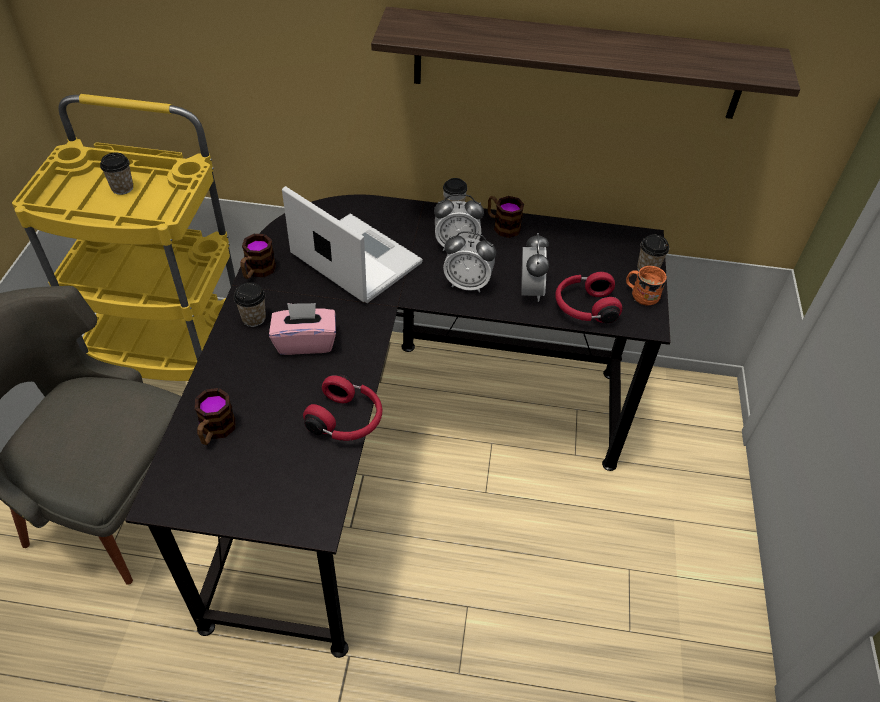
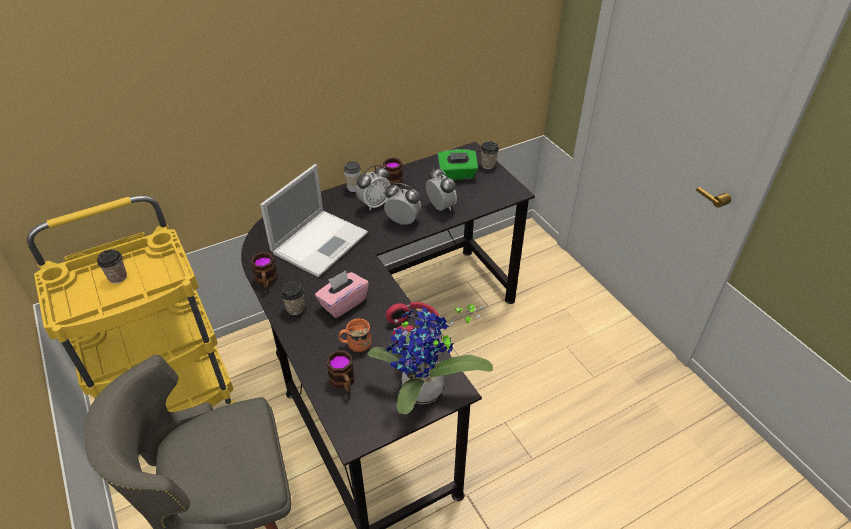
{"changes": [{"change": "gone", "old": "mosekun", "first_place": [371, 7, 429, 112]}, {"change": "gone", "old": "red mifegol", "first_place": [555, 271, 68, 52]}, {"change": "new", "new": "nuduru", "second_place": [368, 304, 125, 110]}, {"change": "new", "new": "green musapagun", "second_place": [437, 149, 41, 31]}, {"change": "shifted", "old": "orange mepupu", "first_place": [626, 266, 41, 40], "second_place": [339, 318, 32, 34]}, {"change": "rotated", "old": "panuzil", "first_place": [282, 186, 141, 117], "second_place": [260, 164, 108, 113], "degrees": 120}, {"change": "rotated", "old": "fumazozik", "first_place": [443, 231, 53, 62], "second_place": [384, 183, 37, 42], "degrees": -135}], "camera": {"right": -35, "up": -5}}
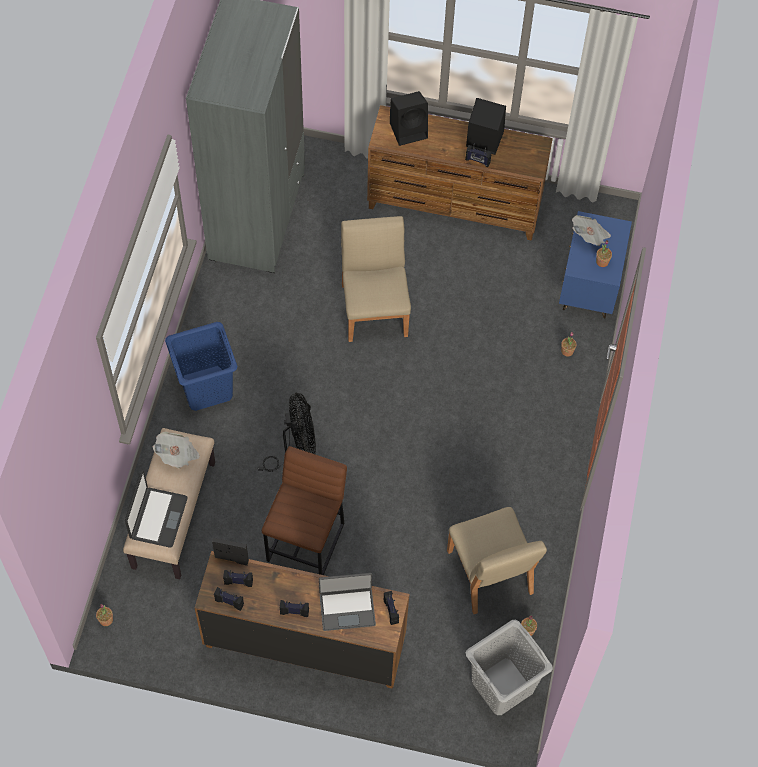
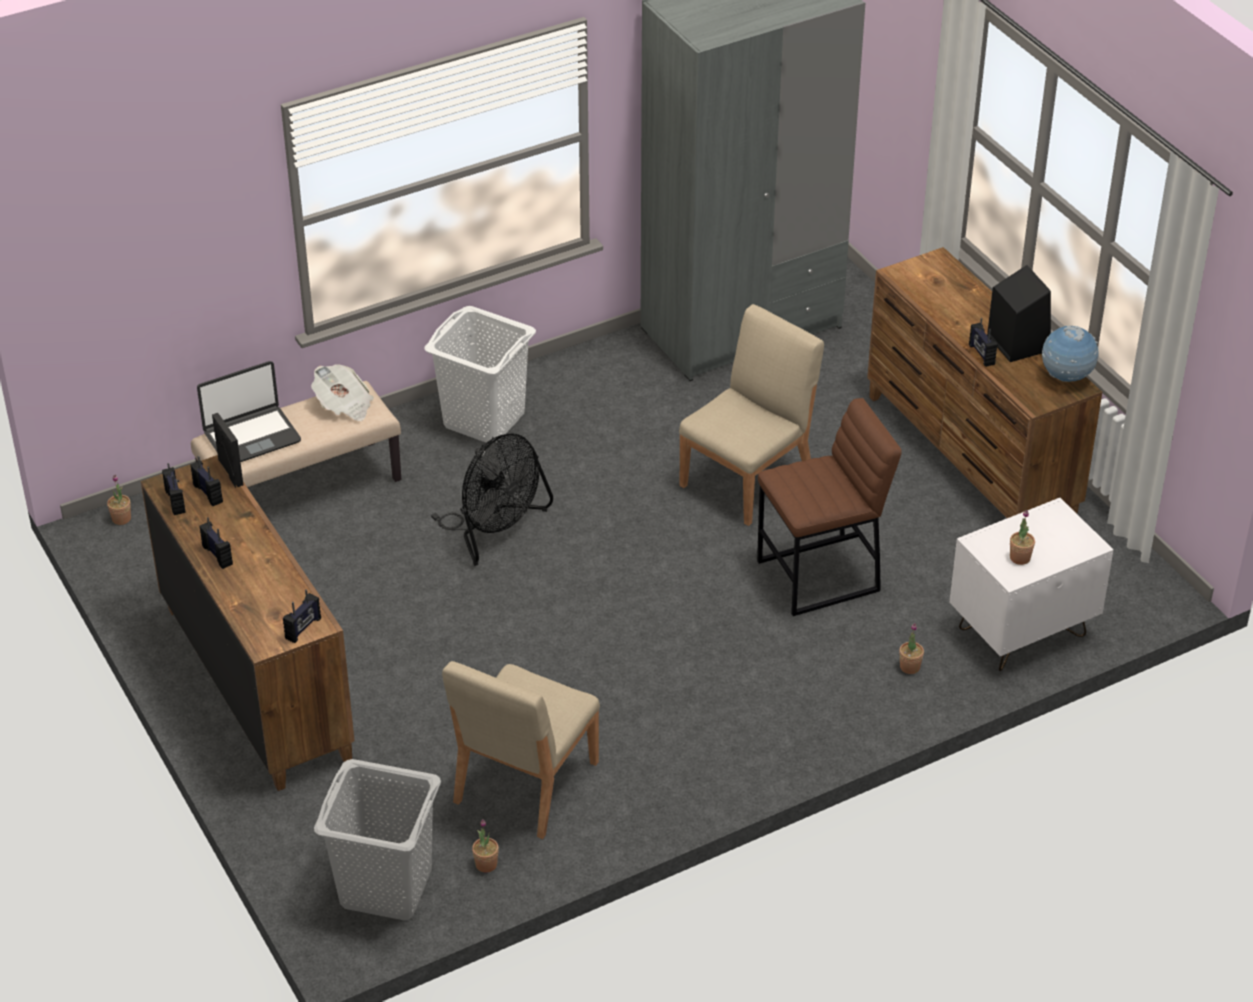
{"changes": [{"change": "gone", "old": "panuzil", "first_place": [319, 573, 57, 58]}, {"change": "gone", "old": "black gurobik", "first_place": [390, 91, 38, 55]}, {"change": "gone", "old": "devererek", "first_place": [572, 215, 39, 31]}, {"change": "new", "new": "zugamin", "second_place": [1042, 325, 56, 57]}, {"change": "shifted", "old": "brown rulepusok", "first_place": [262, 446, 85, 129], "second_place": [757, 398, 145, 218]}, {"change": "repainted", "old": "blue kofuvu", "new": "white kofuvu", "first_place": [165, 322, 72, 89], "second_place": [424, 306, 112, 138]}, {"change": "repainted", "old": "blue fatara", "new": "white fatara", "first_place": [559, 211, 73, 108], "second_place": [949, 498, 164, 173]}], "camera": {"right": 50, "up": -20}}
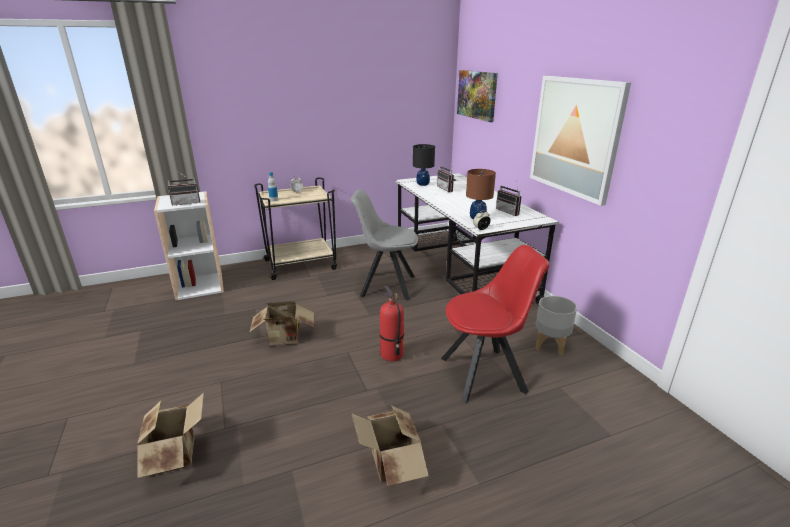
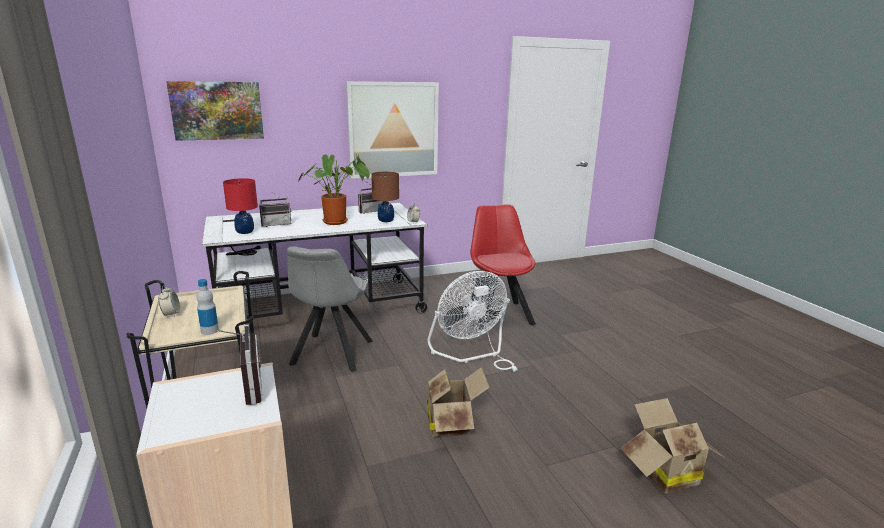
{"changes": [{"change": "gone", "old": "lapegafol", "first_place": [351, 405, 78, 81]}, {"change": "gone", "old": "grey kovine", "first_place": [535, 296, 42, 60]}, {"change": "new", "new": "nuduru", "second_place": [298, 154, 72, 71]}, {"change": "swapped", "old": "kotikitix", "new": "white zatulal", "first_place": [380, 286, 24, 75], "second_place": [428, 271, 89, 101]}, {"change": "repainted", "old": "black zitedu", "new": "red zitedu", "first_place": [413, 144, 22, 42], "second_place": [223, 178, 35, 56]}], "camera": {"right": -90, "up": -5}}
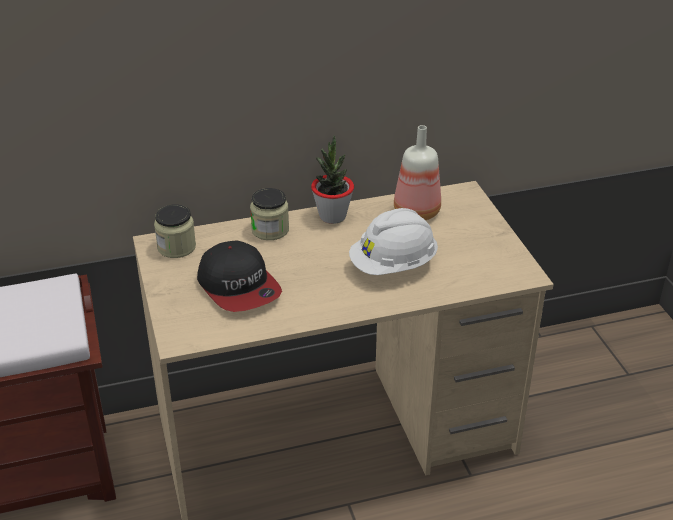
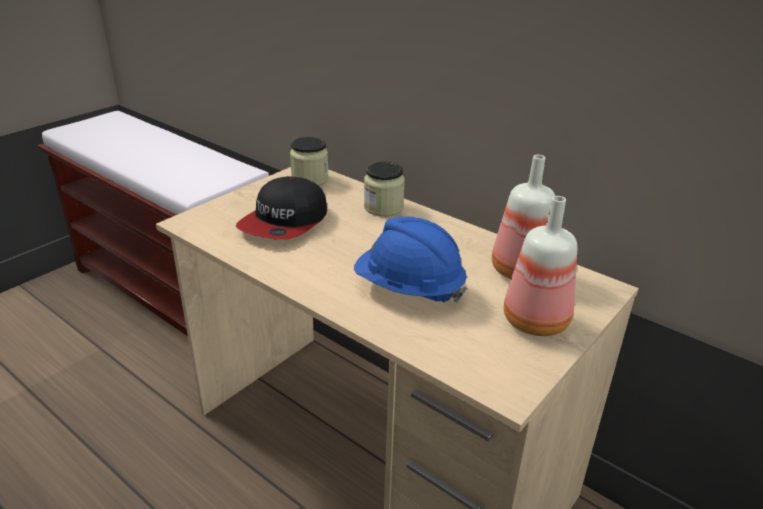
{"changes": [{"change": "gone", "old": "nuduru", "first_place": [311, 135, 43, 89]}, {"change": "new", "new": "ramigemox", "second_place": [504, 196, 73, 140]}, {"change": "repainted", "old": "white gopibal", "new": "blue gopibal", "first_place": [349, 208, 89, 67], "second_place": [354, 217, 113, 86]}], "camera": {"right": 55, "up": -5}}
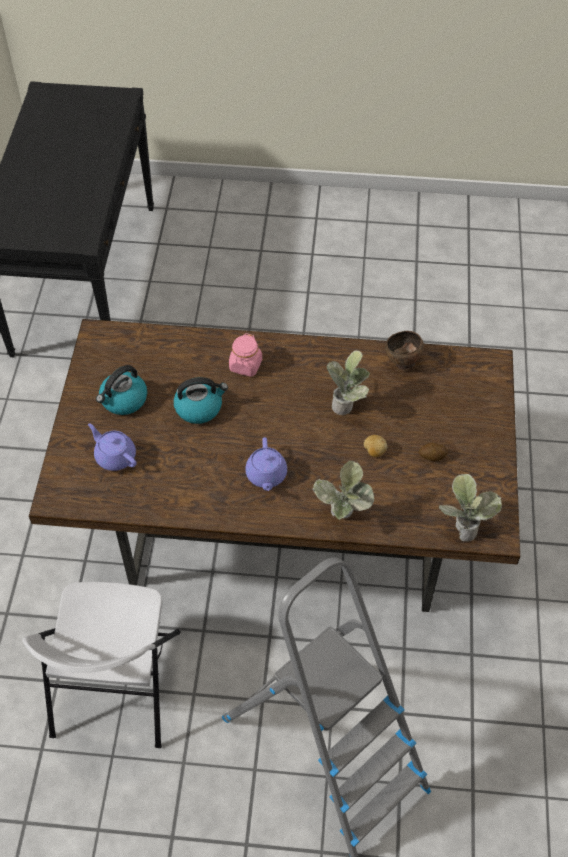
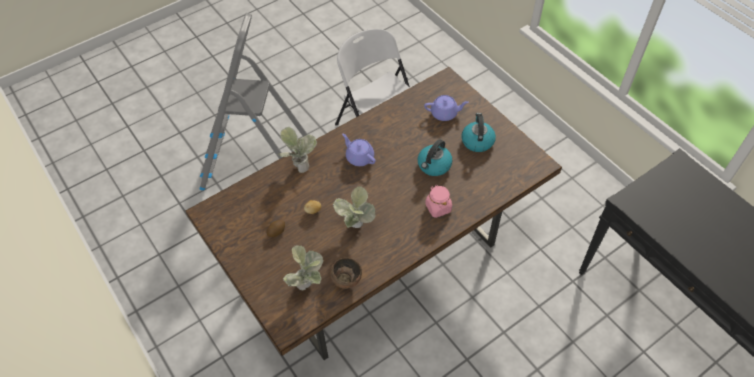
{"changes": [{"change": "shifted", "old": "nuduru", "first_place": [439, 474, 63, 68], "second_place": [283, 245, 40, 45]}], "camera": {"right": 140, "up": 0}}
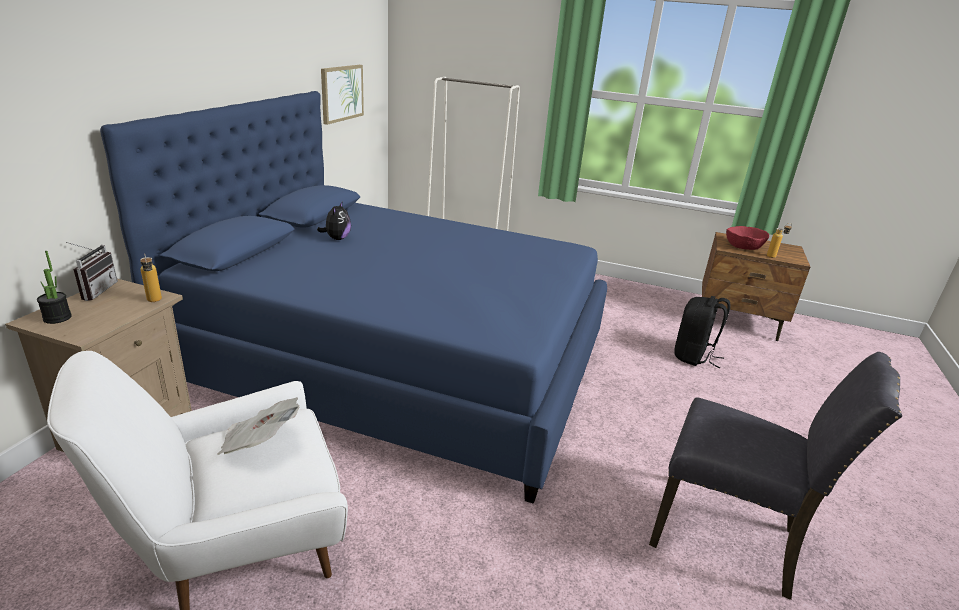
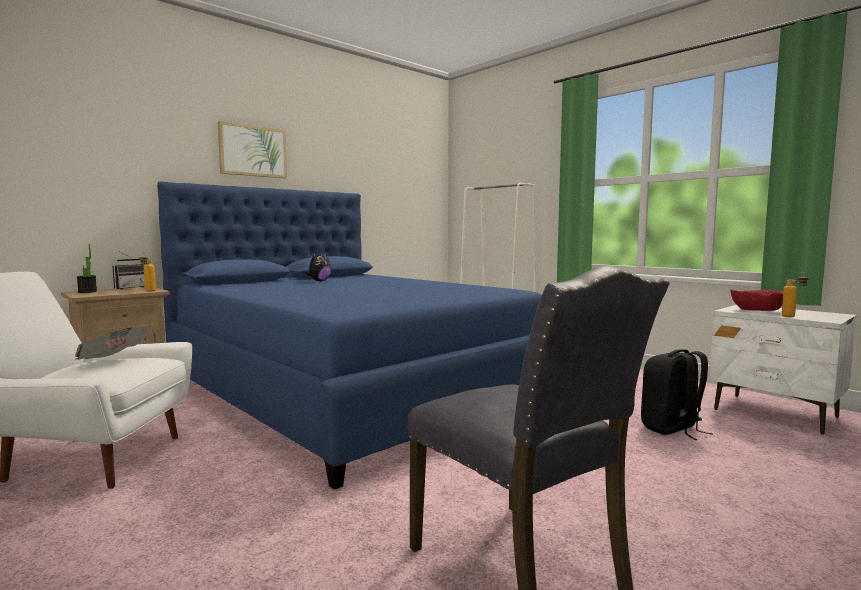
{"changes": [{"change": "shifted", "old": "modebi", "first_place": [321, 65, 43, 60], "second_place": [218, 121, 69, 58]}, {"change": "repainted", "old": "brown fatara", "new": "white fatara", "first_place": [702, 232, 108, 109], "second_place": [709, 305, 148, 130]}], "camera": {"right": 30, "up": -20}}
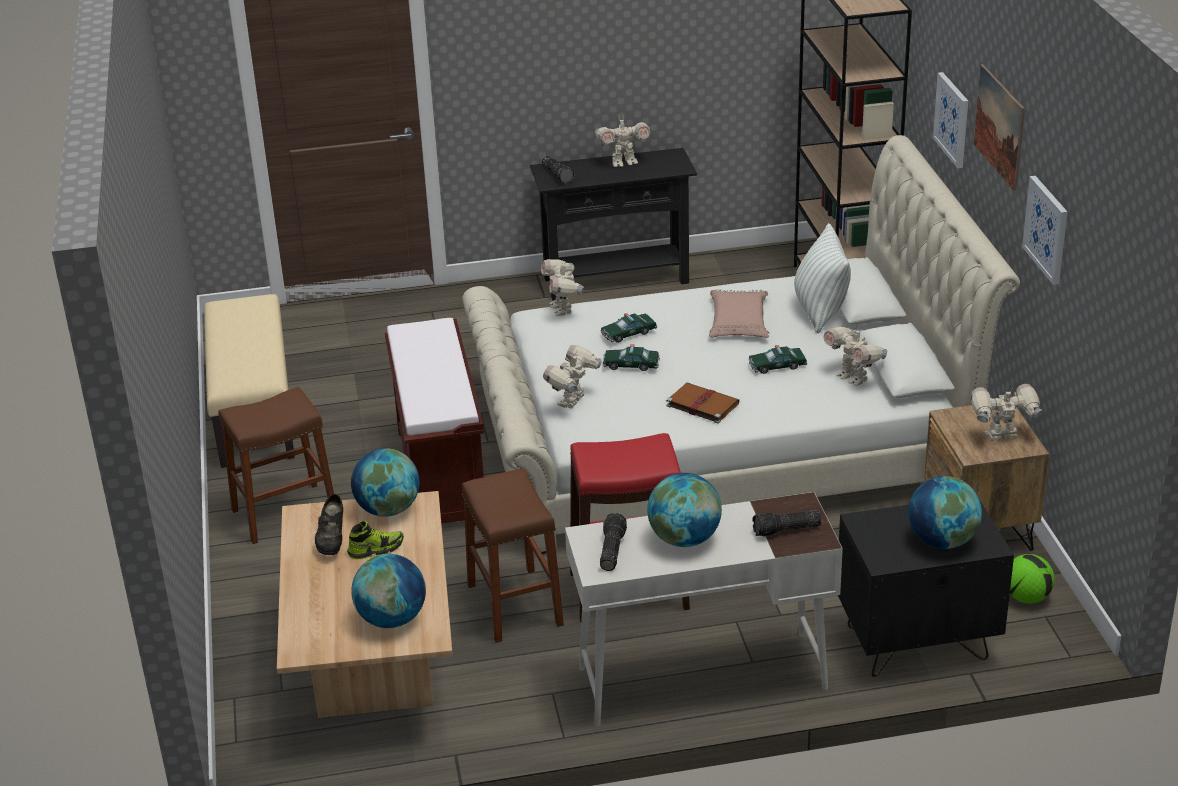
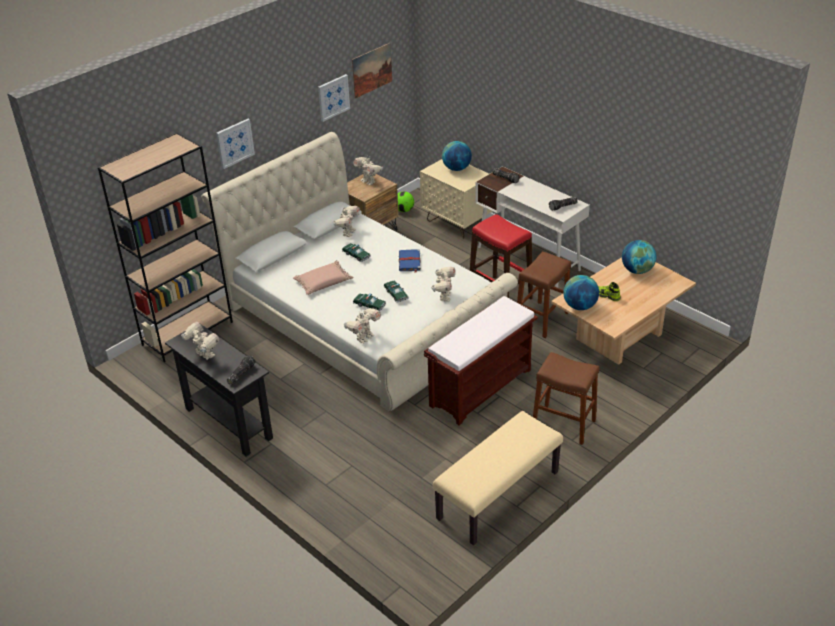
{"changes": [{"change": "gone", "old": "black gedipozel", "first_place": [315, 494, 28, 61]}, {"change": "gone", "old": "zugamin", "first_place": [647, 473, 75, 74]}, {"change": "gone", "old": "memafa", "first_place": [794, 223, 57, 110]}, {"change": "shifted", "old": "modebi", "first_place": [974, 64, 51, 127], "second_place": [352, 43, 40, 56]}, {"change": "repainted", "old": "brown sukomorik", "new": "blue sukomorik", "first_place": [666, 382, 74, 41], "second_place": [399, 249, 22, 24]}, {"change": "repainted", "old": "black fatara", "new": "beige fatara", "first_place": [838, 499, 176, 178], "second_place": [420, 159, 73, 80]}, {"change": "rotated", "old": "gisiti", "first_place": [543, 345, 59, 64], "second_place": [431, 267, 25, 35], "degrees": -75}], "camera": {"right": -125, "up": 5}}
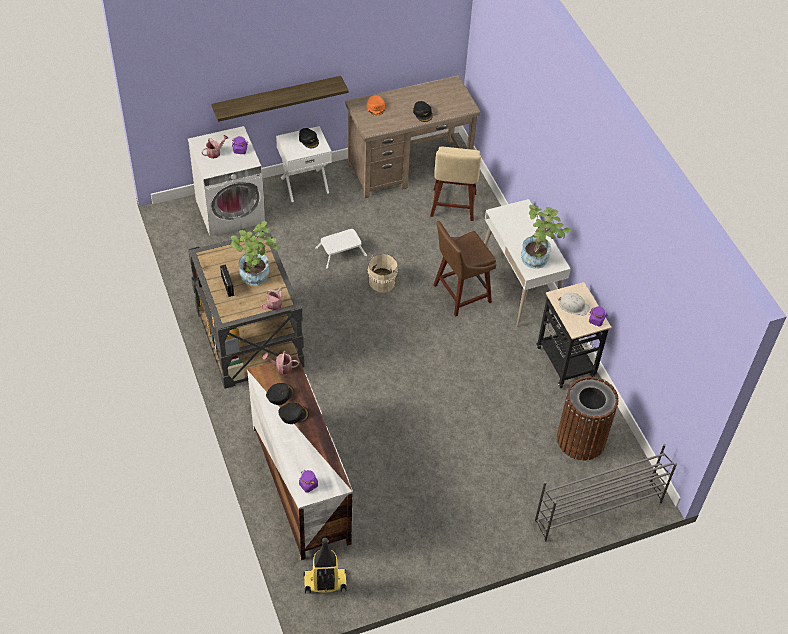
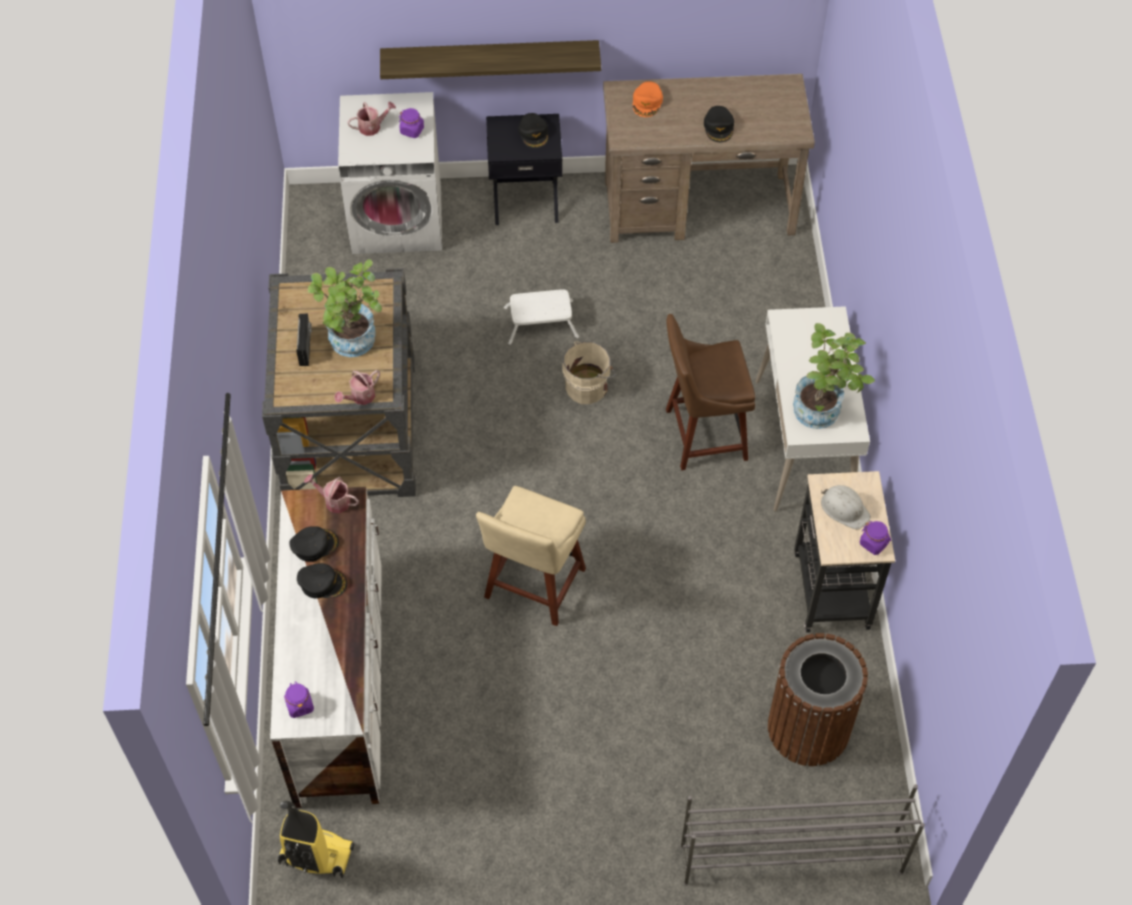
{"changes": [{"change": "shifted", "old": "beige rulepusok", "first_place": [430, 147, 51, 74], "second_place": [476, 486, 110, 140]}, {"change": "repainted", "old": "white fatara", "new": "black fatara", "first_place": [276, 126, 56, 76], "second_place": [486, 114, 76, 111]}], "camera": {"right": 20, "up": 5}}
